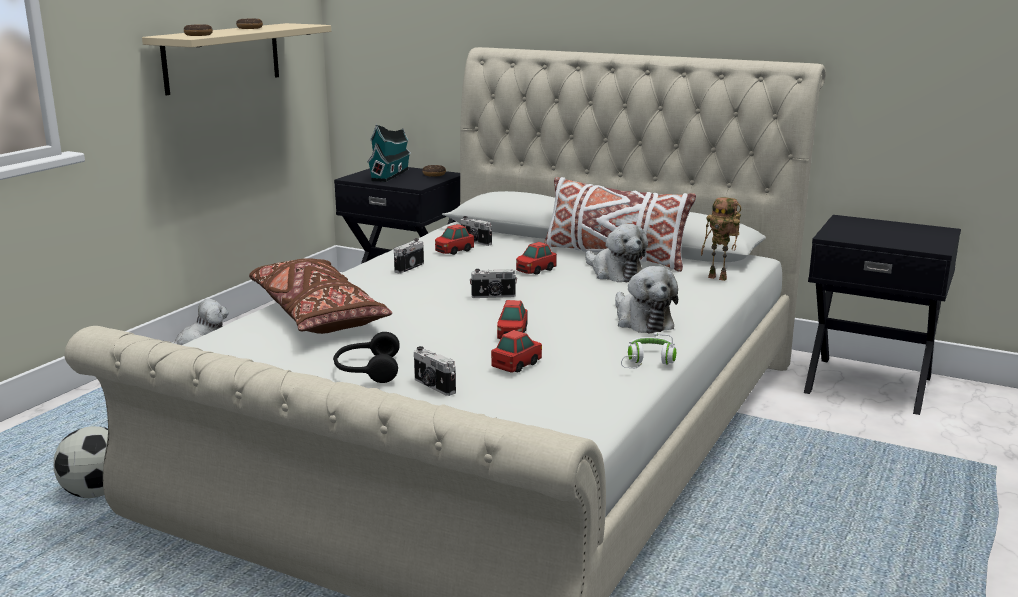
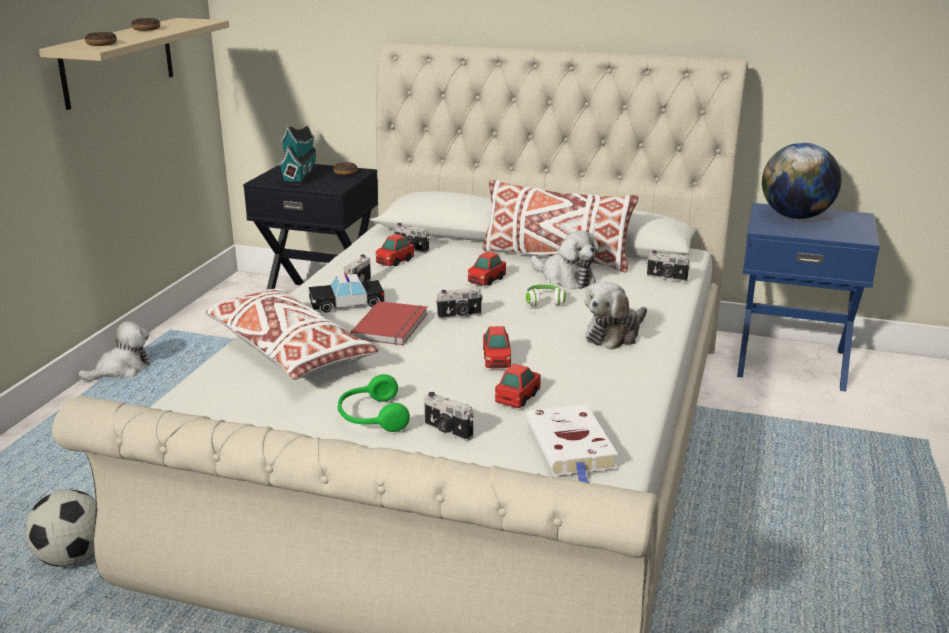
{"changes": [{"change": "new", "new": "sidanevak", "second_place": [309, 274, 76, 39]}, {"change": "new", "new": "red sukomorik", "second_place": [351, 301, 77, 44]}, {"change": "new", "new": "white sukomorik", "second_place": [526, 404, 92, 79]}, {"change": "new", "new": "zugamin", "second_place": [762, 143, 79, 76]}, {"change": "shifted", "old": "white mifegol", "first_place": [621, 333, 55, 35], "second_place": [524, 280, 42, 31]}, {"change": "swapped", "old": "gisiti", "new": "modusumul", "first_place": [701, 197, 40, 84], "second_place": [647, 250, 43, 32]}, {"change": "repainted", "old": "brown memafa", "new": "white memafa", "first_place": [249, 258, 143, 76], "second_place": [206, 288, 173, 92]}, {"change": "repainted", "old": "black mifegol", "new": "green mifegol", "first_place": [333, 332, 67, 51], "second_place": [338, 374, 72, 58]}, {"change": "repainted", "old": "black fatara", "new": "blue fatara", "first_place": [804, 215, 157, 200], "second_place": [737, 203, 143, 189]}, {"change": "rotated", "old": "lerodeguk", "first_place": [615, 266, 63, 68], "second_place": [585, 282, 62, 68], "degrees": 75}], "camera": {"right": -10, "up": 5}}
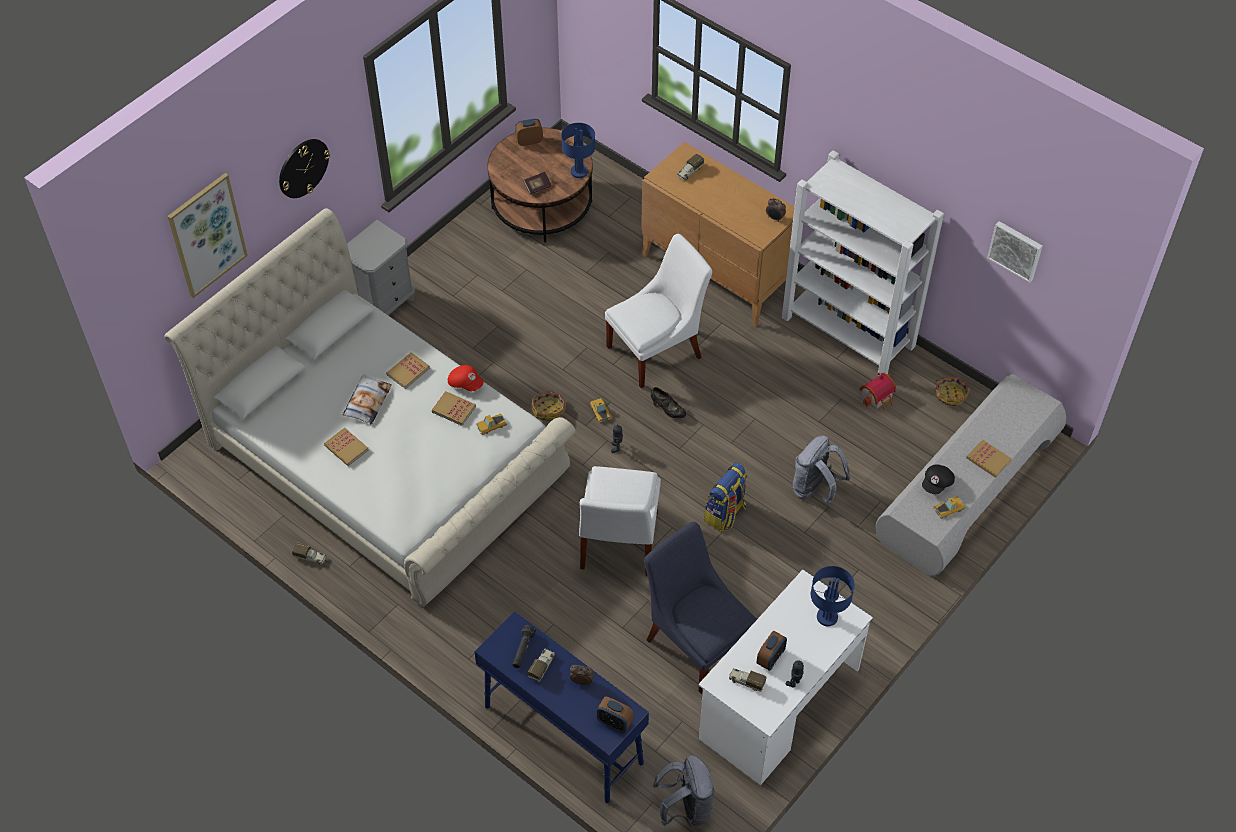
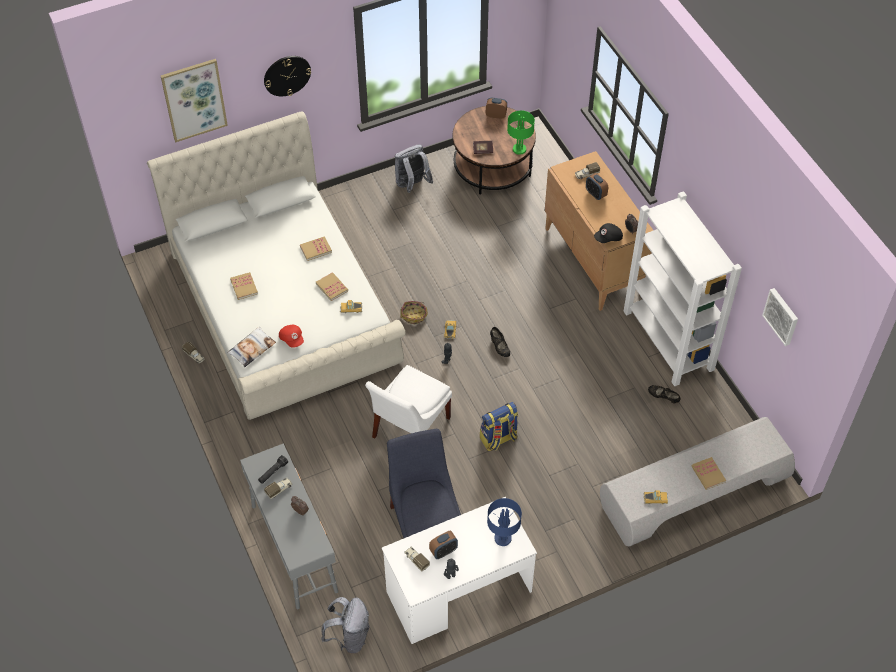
{"changes": [{"change": "gone", "old": "grey fatara", "first_place": [347, 220, 68, 95]}, {"change": "gone", "old": "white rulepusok", "first_place": [605, 234, 107, 154]}, {"change": "gone", "old": "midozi", "first_place": [934, 377, 36, 29]}, {"change": "shifted", "old": "memafa", "first_place": [343, 374, 49, 50], "second_place": [227, 327, 49, 40]}, {"change": "shifted", "old": "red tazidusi", "first_place": [448, 365, 36, 26], "second_place": [279, 325, 25, 23]}, {"change": "shifted", "old": "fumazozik", "first_place": [597, 697, 36, 36], "second_place": [586, 173, 22, 27]}, {"change": "shifted", "old": "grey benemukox", "first_place": [792, 436, 58, 69], "second_place": [395, 144, 38, 49]}, {"change": "shifted", "old": "black tazidusi", "first_place": [922, 464, 33, 30], "second_place": [594, 223, 29, 20]}, {"change": "swapped", "old": "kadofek", "new": "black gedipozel", "first_place": [860, 372, 36, 39], "second_place": [648, 385, 32, 19]}, {"change": "repainted", "old": "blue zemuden", "new": "grey zemuden", "first_place": [474, 611, 175, 192], "second_place": [240, 443, 98, 166]}, {"change": "repainted", "old": "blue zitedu", "new": "green zitedu", "first_place": [561, 123, 34, 55], "second_place": [507, 110, 28, 45]}], "camera": {"right": 25, "up": 0}}
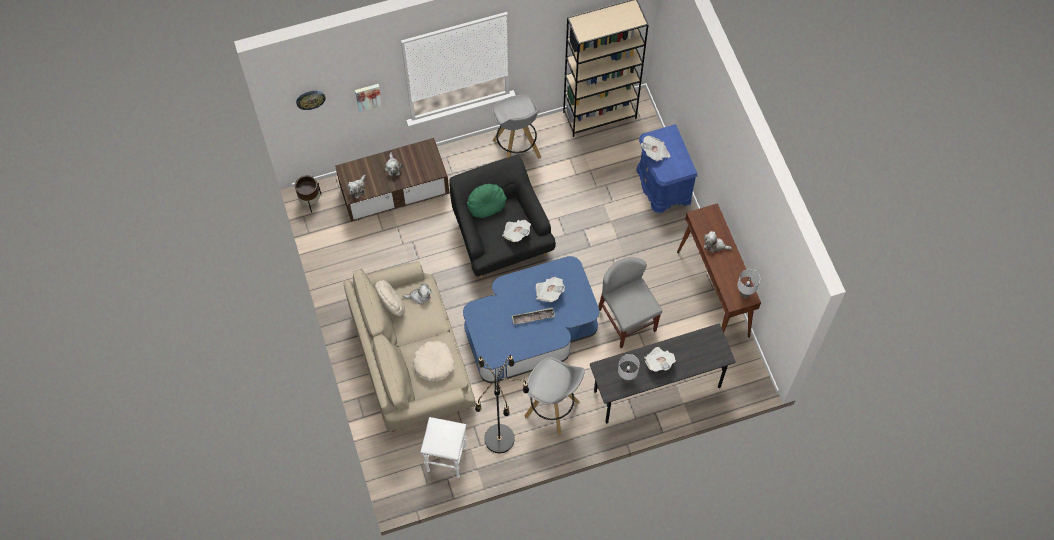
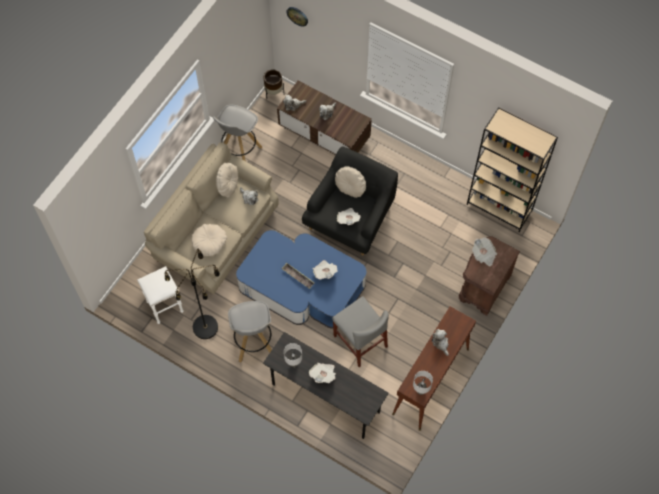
{"changes": [{"change": "gone", "old": "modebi", "first_place": [355, 84, 27, 28]}, {"change": "shifted", "old": "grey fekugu", "first_place": [491, 95, 50, 64], "second_place": [213, 105, 49, 56]}, {"change": "repainted", "old": "green memafa", "new": "beige memafa", "first_place": [467, 184, 40, 34], "second_place": [335, 166, 31, 32]}, {"change": "repainted", "old": "blue fatara", "new": "brown fatara", "first_place": [636, 124, 62, 89], "second_place": [459, 236, 61, 80]}, {"change": "rotated", "old": "grey rulepusok", "first_place": [598, 257, 64, 91], "second_place": [332, 296, 57, 71], "degrees": 120}], "camera": {"right": 50, "up": 0}}
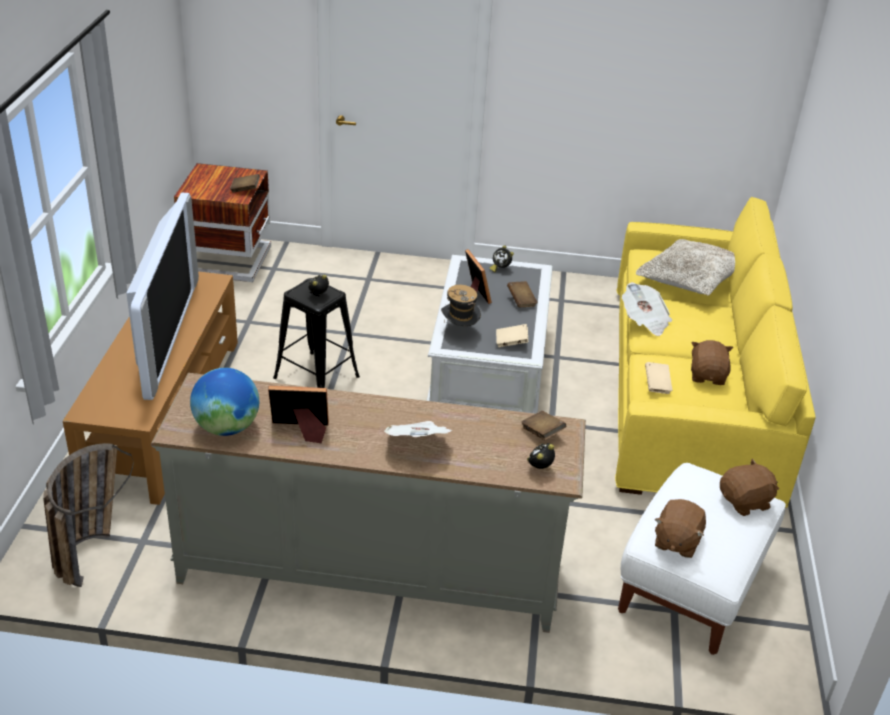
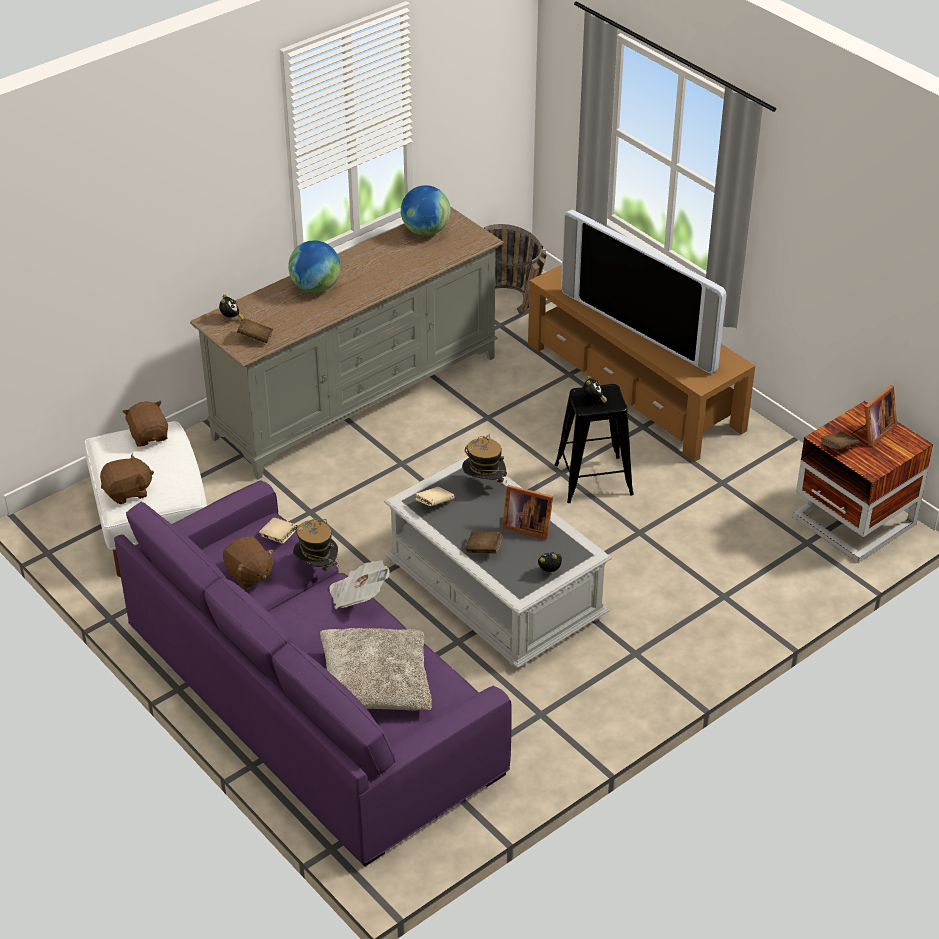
{"changes": [{"change": "new", "new": "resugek", "second_place": [293, 519, 46, 55]}, {"change": "shifted", "old": "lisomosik", "first_place": [268, 386, 61, 57], "second_place": [851, 385, 46, 62]}, {"change": "swapped", "old": "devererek", "new": "zugamin", "first_place": [384, 421, 69, 16], "second_place": [288, 240, 53, 53]}, {"change": "repainted", "old": "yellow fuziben", "new": "purple fuziben", "first_place": [615, 197, 201, 311], "second_place": [114, 480, 398, 387]}, {"change": "rotated", "old": "brown lerodeguk", "first_place": [720, 459, 59, 57], "second_place": [100, 453, 54, 51], "degrees": -135}], "camera": {"right": 135, "up": 5}}
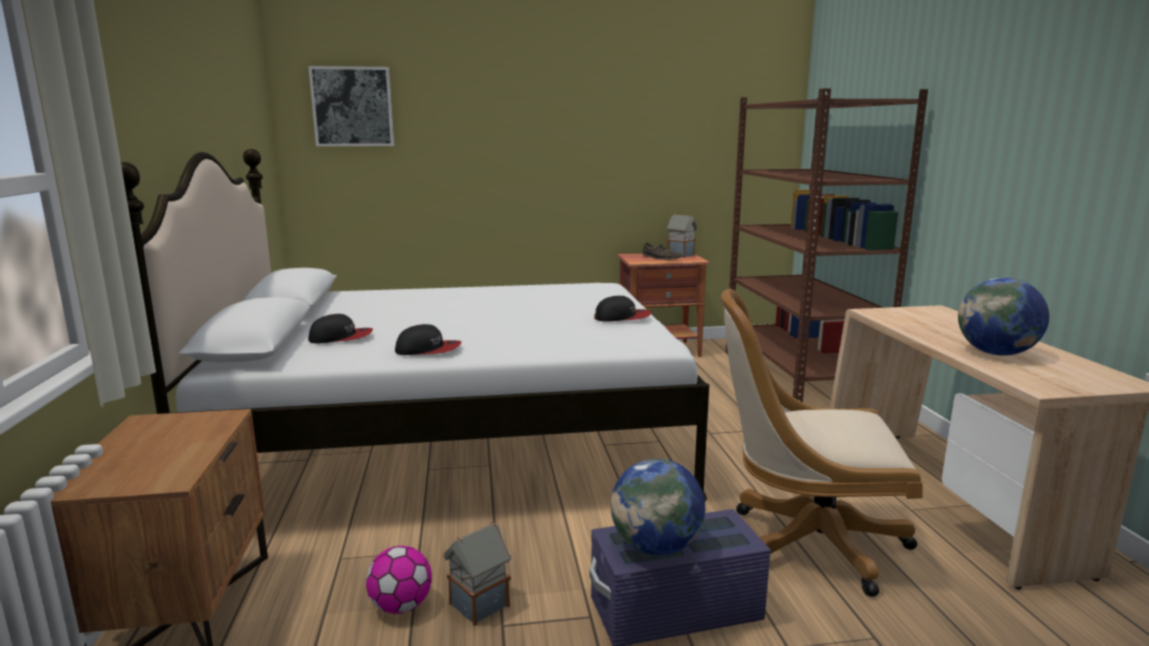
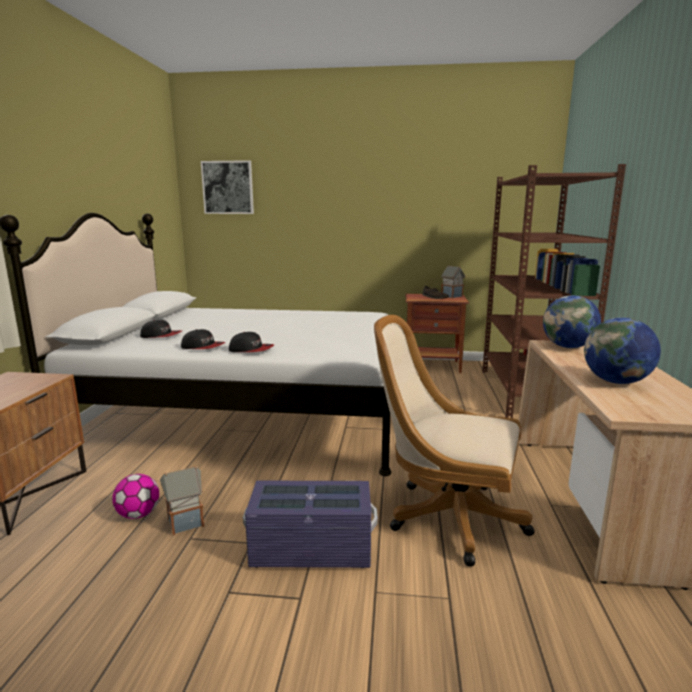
{"changes": [{"change": "shifted", "old": "tazidusi", "first_place": [594, 296, 57, 26], "second_place": [229, 332, 45, 20]}, {"change": "shifted", "old": "zugamin", "first_place": [611, 458, 94, 97], "second_place": [543, 295, 58, 53]}], "camera": {"right": 15, "up": 0}}
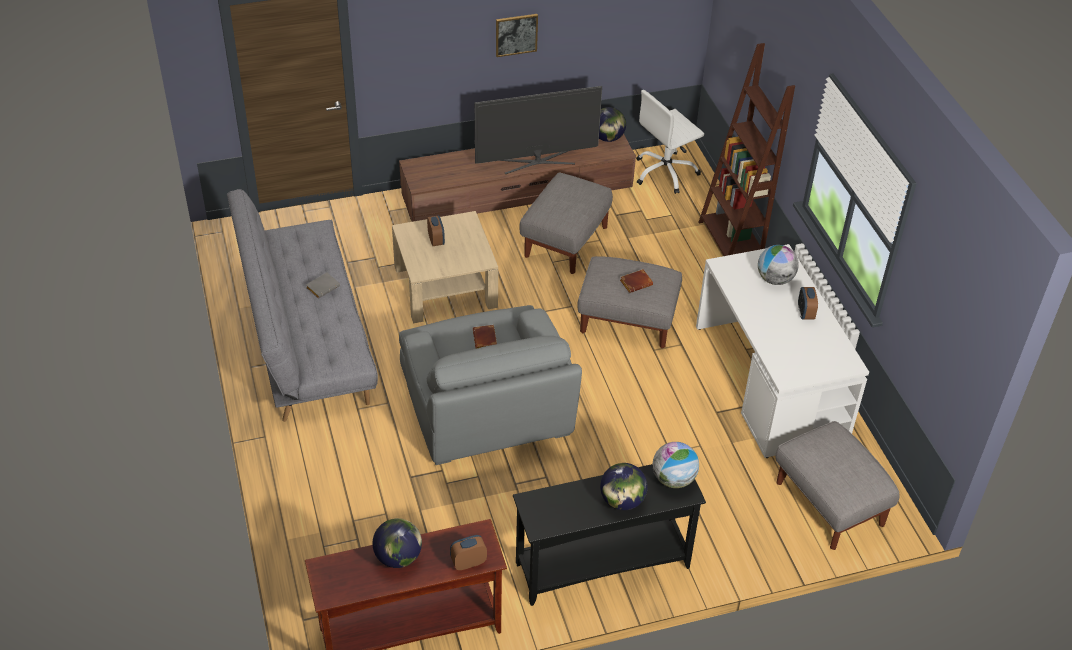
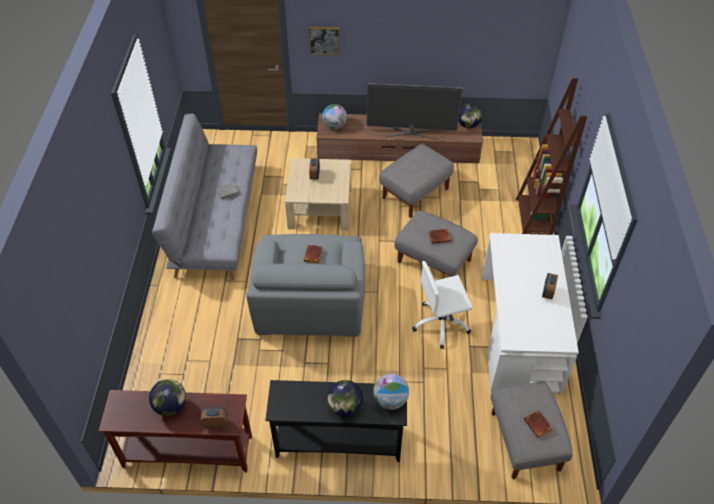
{"changes": [{"change": "new", "new": "brown sukomorik", "second_place": [524, 410, 29, 28]}, {"change": "shifted", "old": "modebi", "first_place": [496, 14, 42, 43], "second_place": [309, 27, 31, 28]}, {"change": "shifted", "old": "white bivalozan", "first_place": [636, 90, 68, 104], "second_place": [412, 261, 61, 88]}, {"change": "shifted", "old": "zugamin", "first_place": [758, 245, 41, 40], "second_place": [322, 104, 25, 25]}], "camera": {"right": 20, "up": 5}}
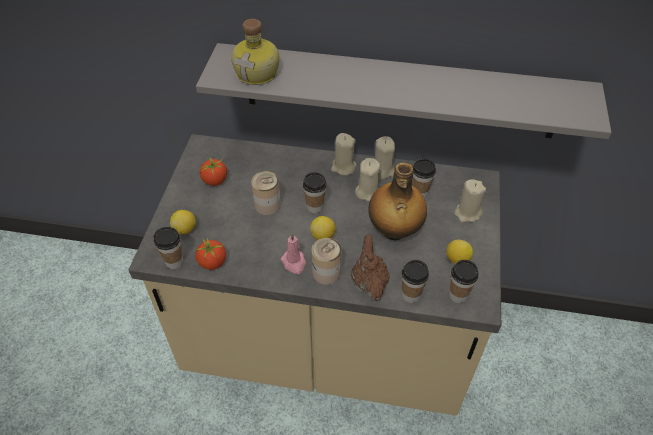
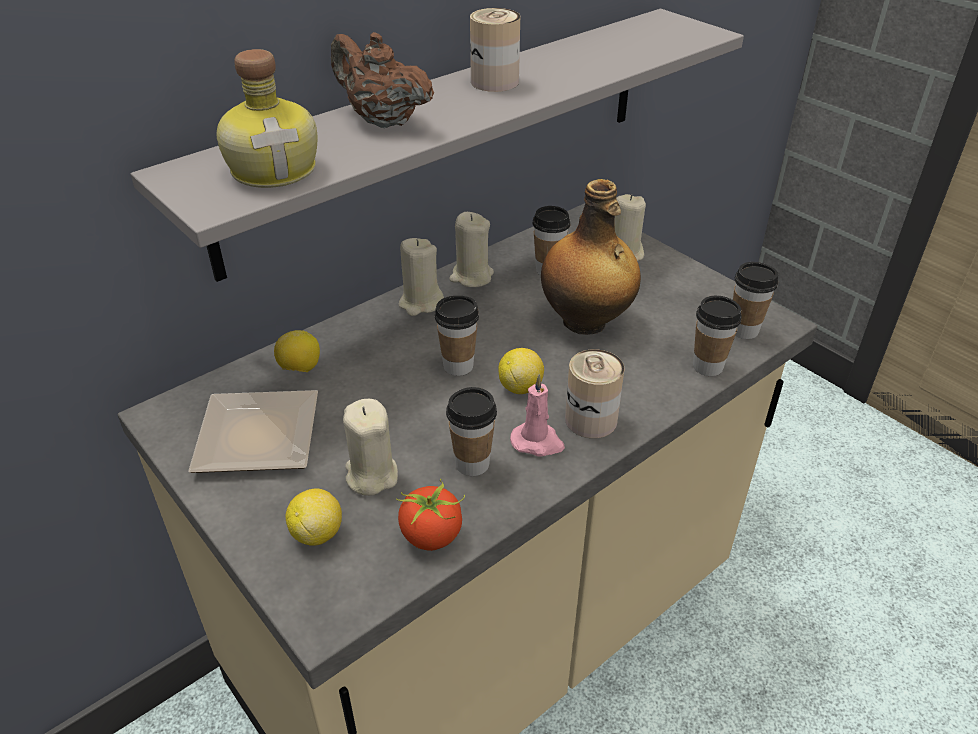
{"changes": [{"change": "shifted", "old": "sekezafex", "first_place": [153, 227, 30, 42], "second_place": [446, 387, 51, 89]}, {"change": "shifted", "old": "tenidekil", "first_place": [251, 171, 30, 44], "second_place": [470, 8, 50, 84]}, {"change": "shifted", "old": "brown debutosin", "first_place": [351, 234, 39, 67], "second_place": [331, 32, 103, 96]}, {"change": "shifted", "old": "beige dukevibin", "first_place": [355, 158, 25, 44], "second_place": [343, 399, 55, 97]}, {"change": "shifted", "old": "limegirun", "first_place": [446, 240, 27, 24], "second_place": [274, 330, 46, 42]}, {"change": "swapped", "old": "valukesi", "new": "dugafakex", "first_place": [199, 155, 28, 31], "second_place": [188, 390, 130, 83]}], "camera": {"right": -50, "up": -10}}
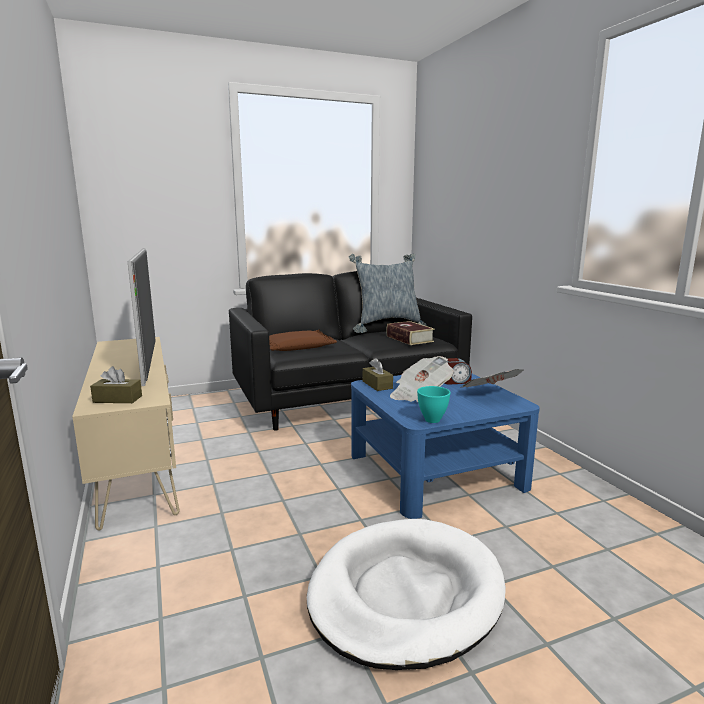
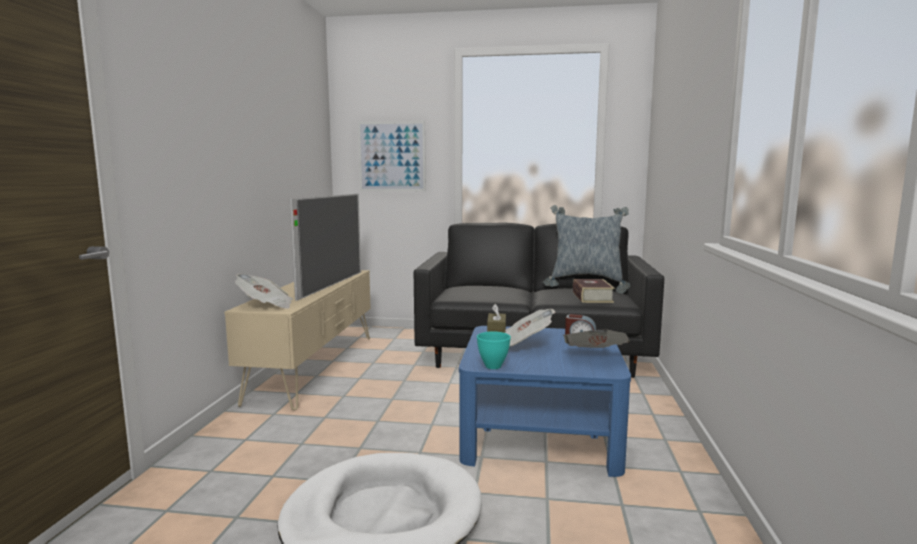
{"changes": [{"change": "gone", "old": "brown memafa", "first_place": [269, 329, 68, 22]}, {"change": "new", "new": "modebi", "second_place": [358, 121, 68, 70]}, {"change": "swapped", "old": "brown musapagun", "new": "devererek", "first_place": [90, 366, 52, 37], "second_place": [235, 274, 58, 35]}], "camera": {"right": 30, "up": -5}}
